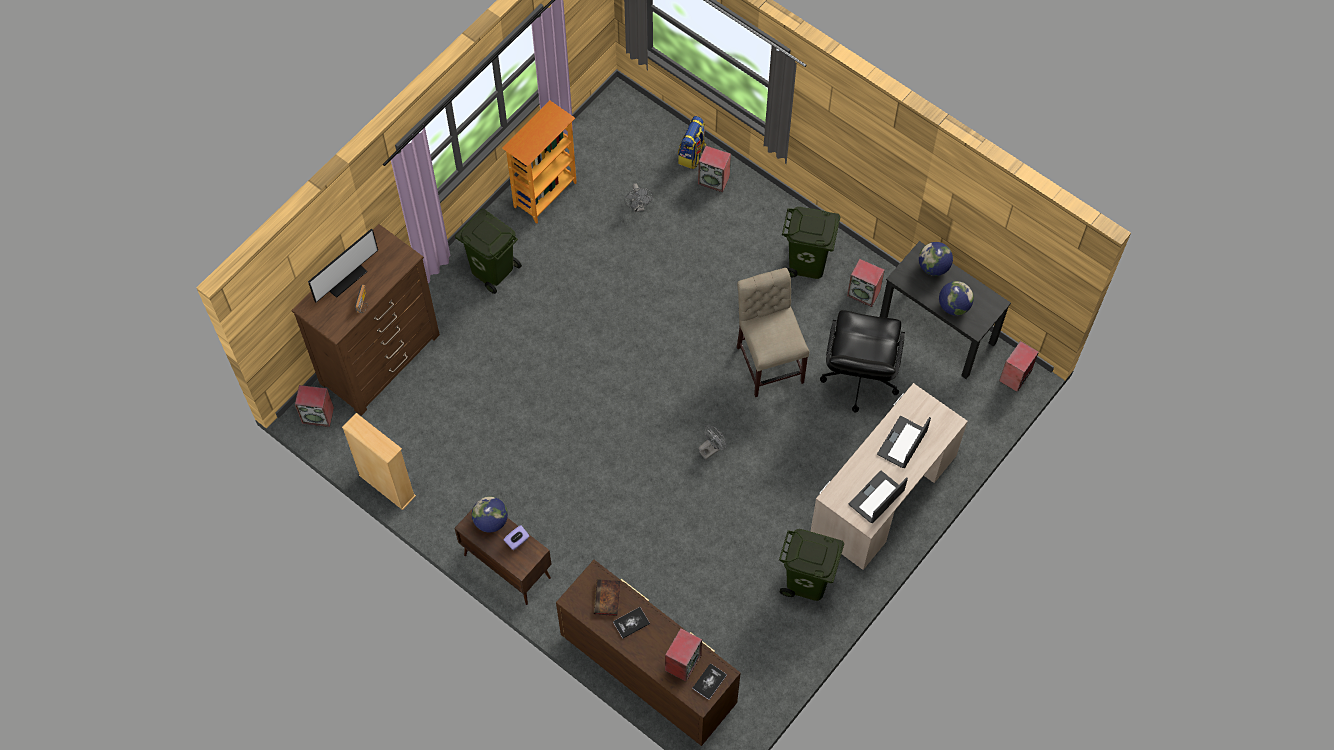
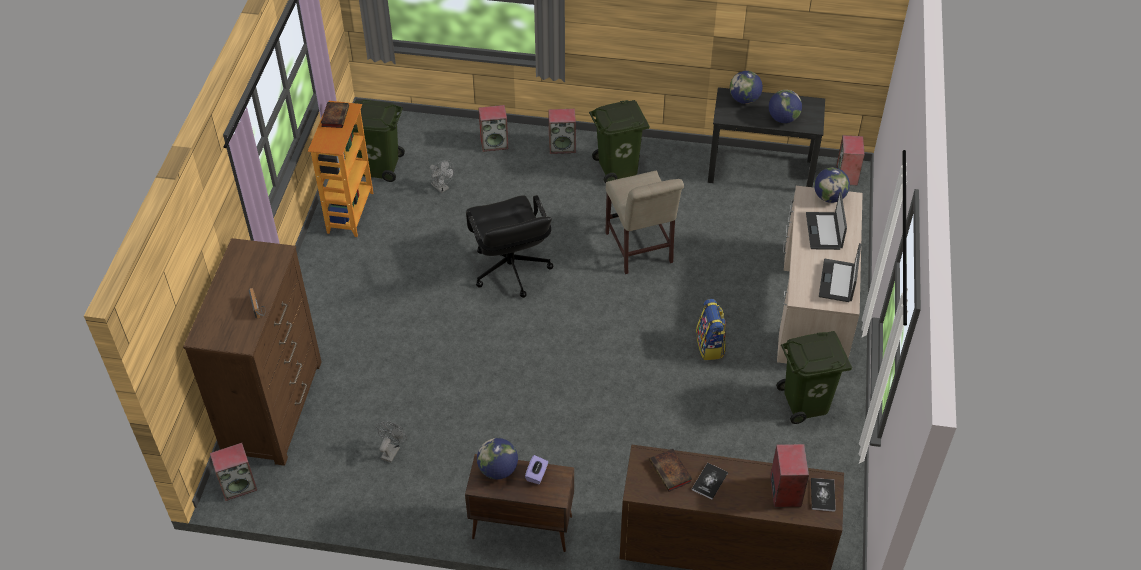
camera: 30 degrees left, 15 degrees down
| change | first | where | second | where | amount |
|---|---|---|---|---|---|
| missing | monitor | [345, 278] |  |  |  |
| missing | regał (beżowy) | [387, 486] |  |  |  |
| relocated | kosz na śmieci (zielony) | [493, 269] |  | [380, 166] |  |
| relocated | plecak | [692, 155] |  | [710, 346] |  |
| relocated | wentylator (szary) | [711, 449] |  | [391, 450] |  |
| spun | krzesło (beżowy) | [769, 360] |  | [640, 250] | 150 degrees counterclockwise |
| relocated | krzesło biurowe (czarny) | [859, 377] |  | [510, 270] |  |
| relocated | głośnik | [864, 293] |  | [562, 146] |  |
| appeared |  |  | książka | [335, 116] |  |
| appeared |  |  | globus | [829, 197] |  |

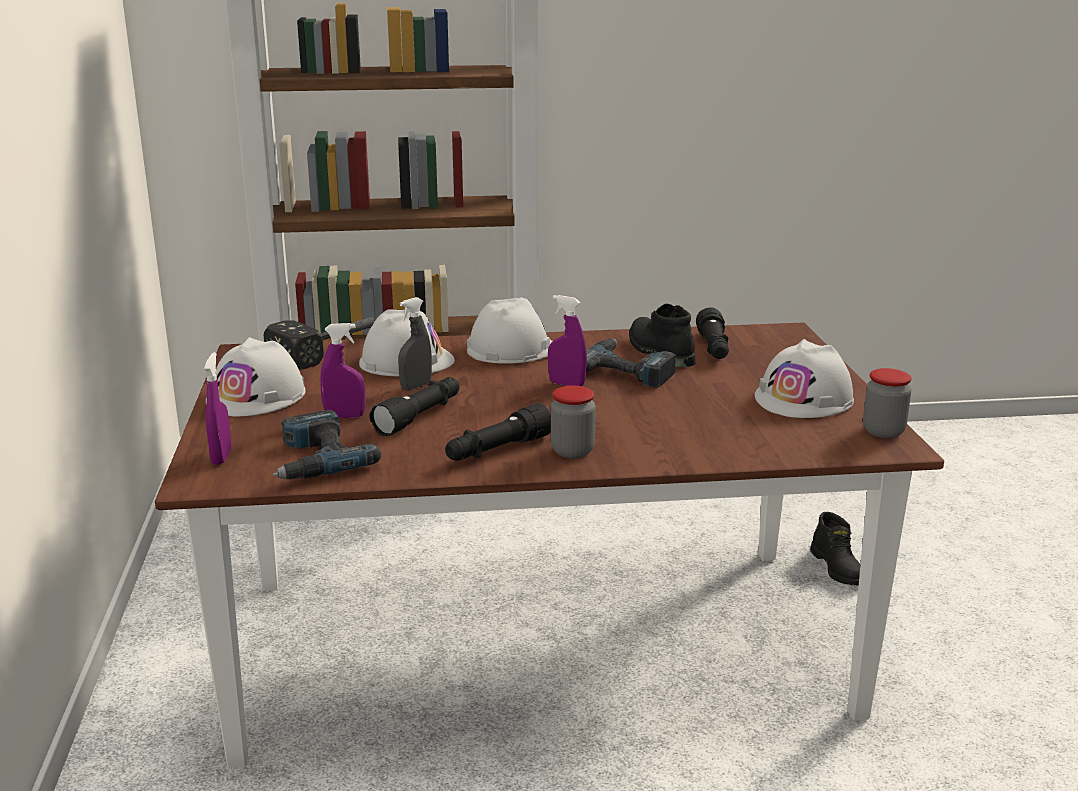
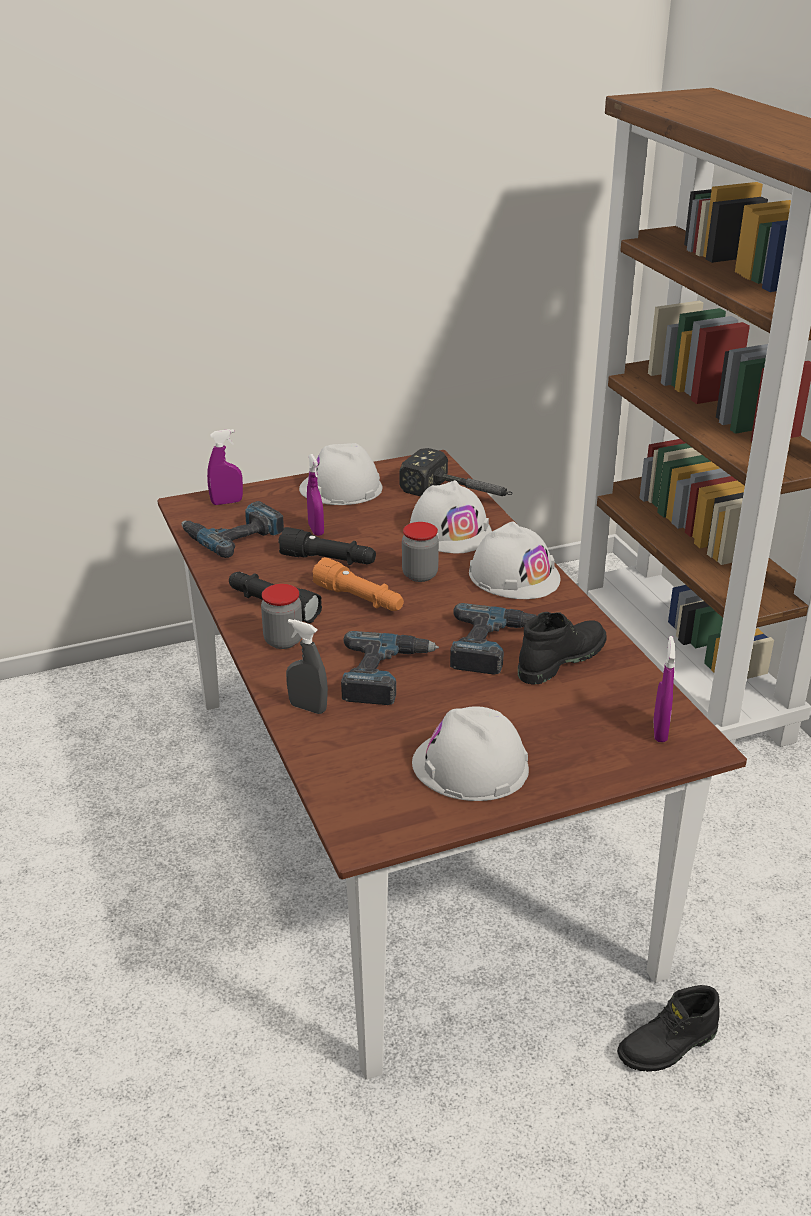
camera: 75 degrees right, 10 degrees up
| change | first | where | second | where | amount |
|---|---|---|---|---|---|
| relocated | spryskiwacz (szary) | [416, 386] |  | [308, 708] |  |
| relocated | spryskiwacz (fioletowy) | [566, 384] |  | [660, 731] |  |
| missing | latarka (czarny) | [713, 348] |  |  |  |
| relocated | słoik | [883, 431] |  | [420, 575] |  |
| appeared |  |  | latarka (pomarańczowy) | [360, 599] |  |
| appeared |  |  | wiertarka | [385, 675] |  |

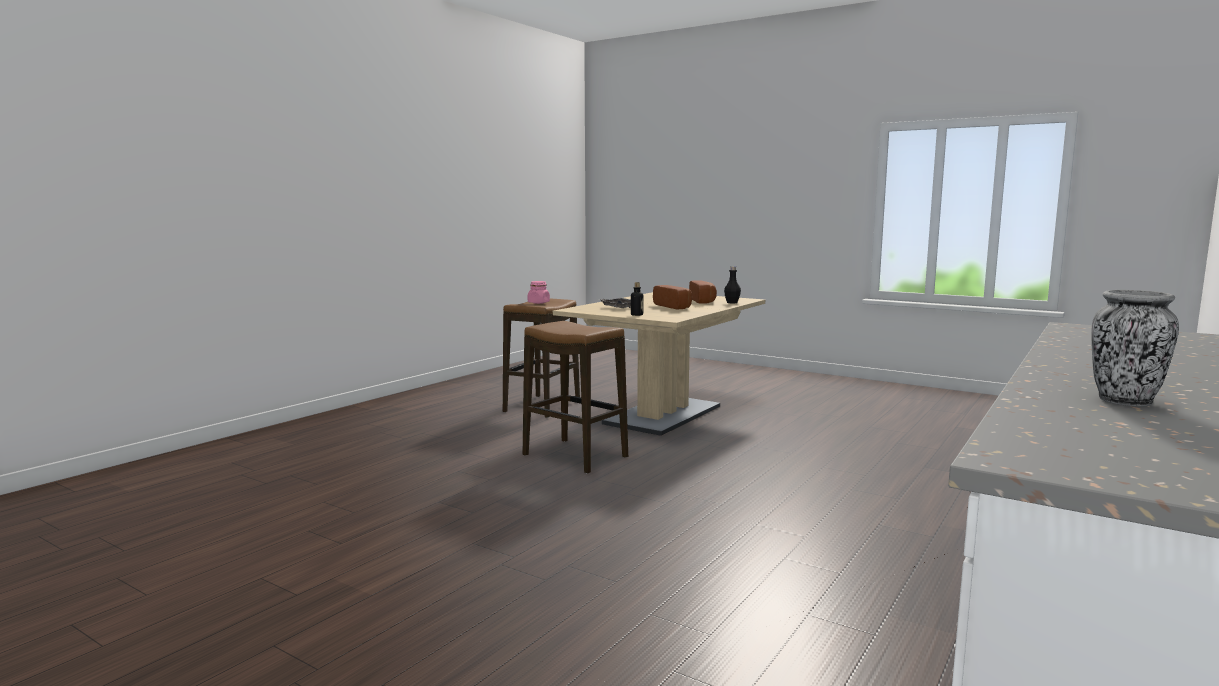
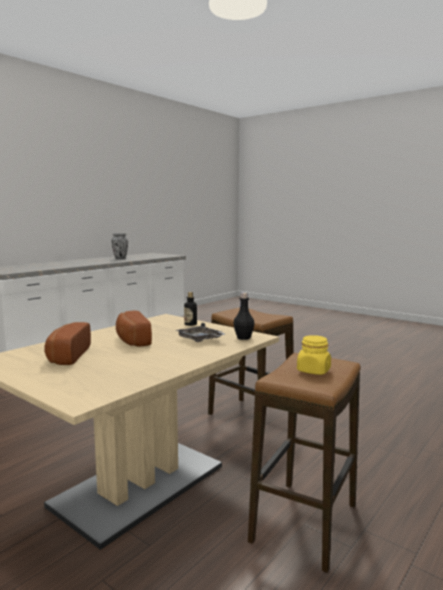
camera: 175 degrees left, 0 degrees up
| change | first | where | second | where | amount |
|---|---|---|---|---|---|
| colour | słoik (różowy) | [538, 302] | słoik (żółty) | [313, 371] |  |
| relocated | butelka (czarny) | [732, 302] |  | [243, 338] |  |

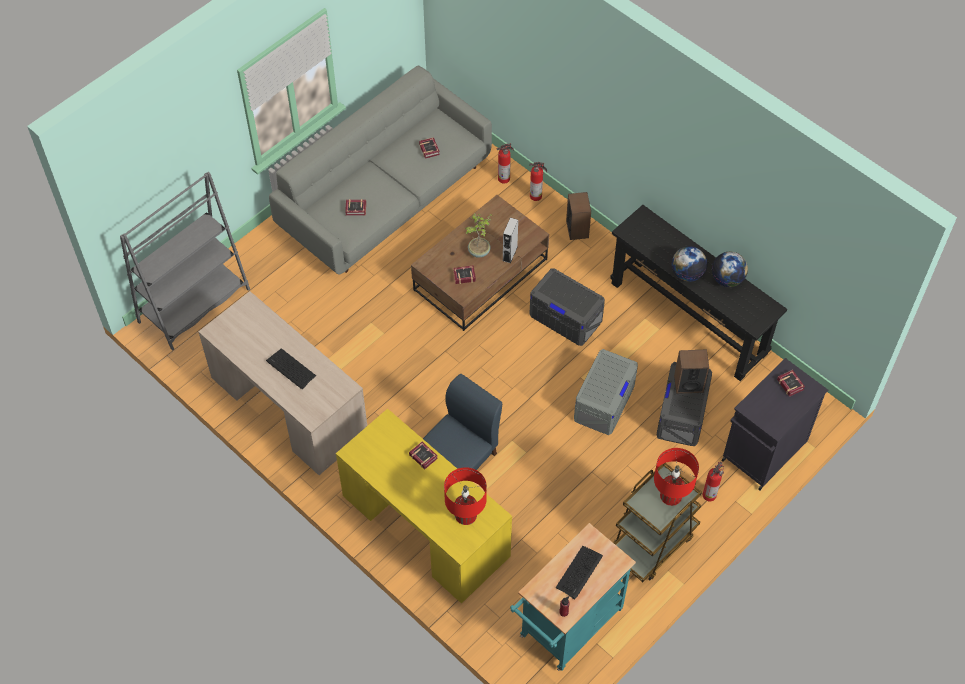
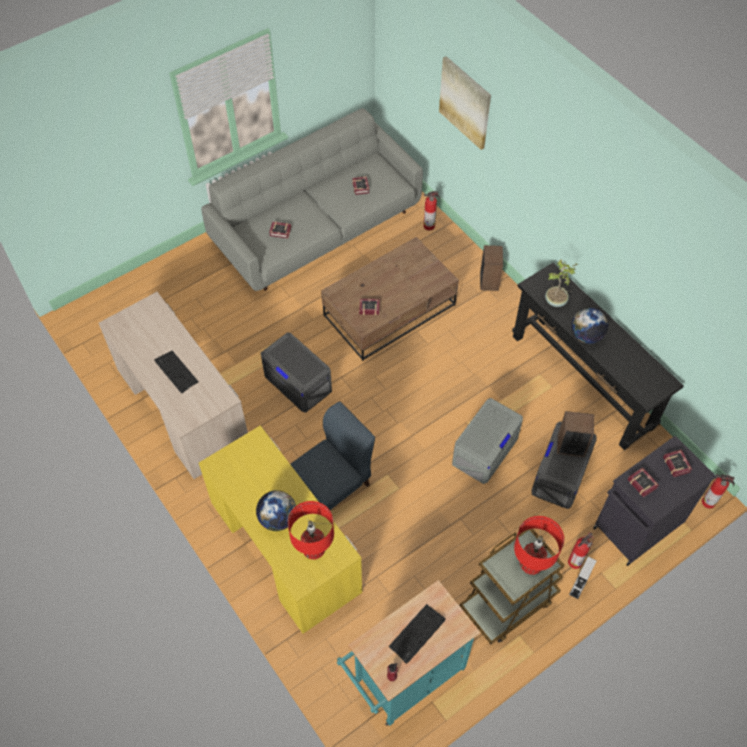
camera: 10 degrees right, 0 degrees up
| change | first | where | second | where | amount |
|---|---|---|---|---|---|
| missing | regał (szary) | [194, 305] |  |  |  |
| relocated | książka | [423, 455] |  | [642, 482] |  |
| relocated | roślina doniczkowa | [479, 252] |  | [556, 301] |  |
| relocated | głośnik (szary) | [510, 253] |  | [578, 586] |  |
| relocated | gaśnica | [536, 196] |  | [709, 502] |  |
| relocated | pojemnik do przechowywania (szary) | [565, 317] |  | [298, 382] |  |
| relocated | globus | [727, 279] |  | [278, 519] |  |
| appeared |  |  | obraz | [465, 102] |  |

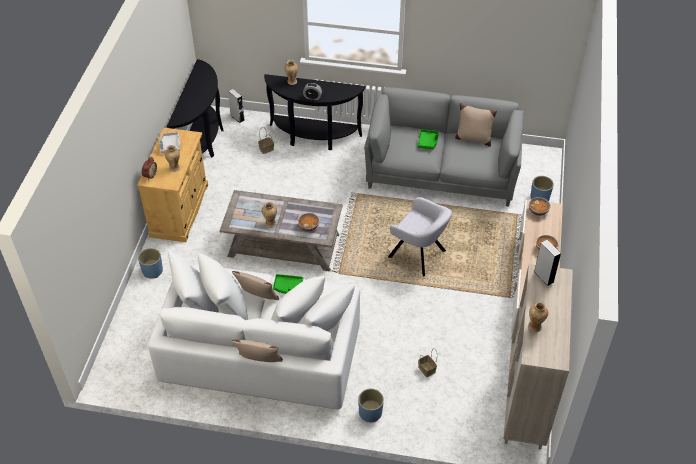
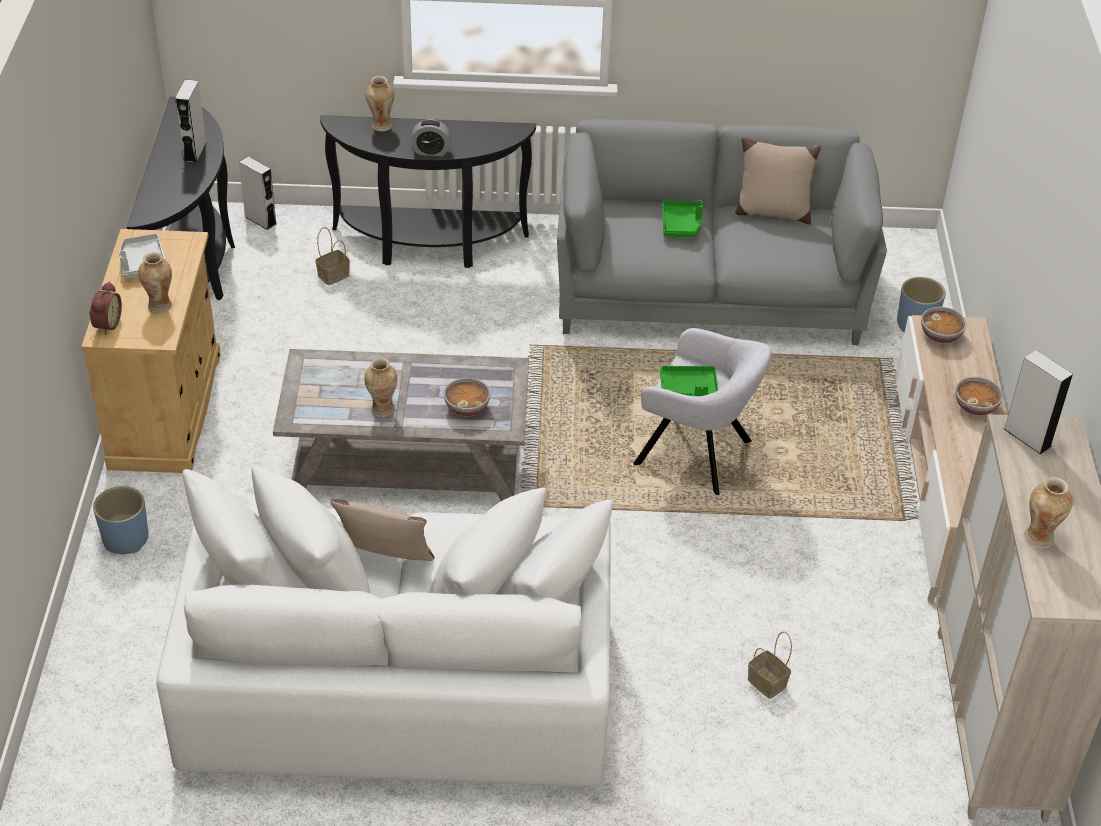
camera: 10 degrees left, 5 degrees down
| change | first | where | second | where | amount |
|---|---|---|---|---|---|
| missing | poduszka (beżowy) | [260, 363] |  |  |  |
| relocated | taca (zielony) | [288, 287] |  | [689, 389] |  |
| missing | donica (niebieski) | [370, 413] |  |  |  |
| appeared |  |  | głośnik (szary) | [195, 151] |  |

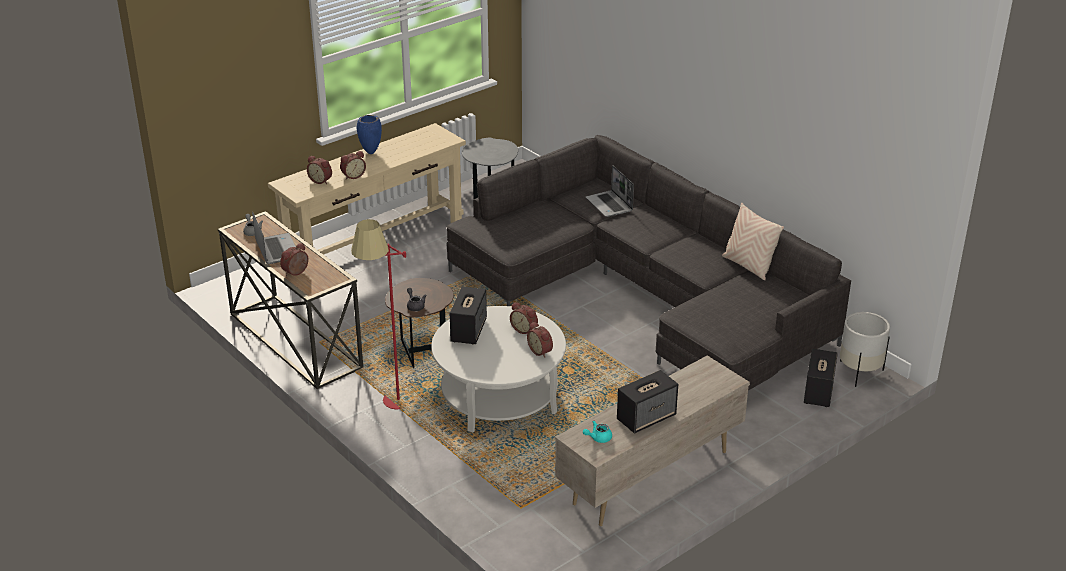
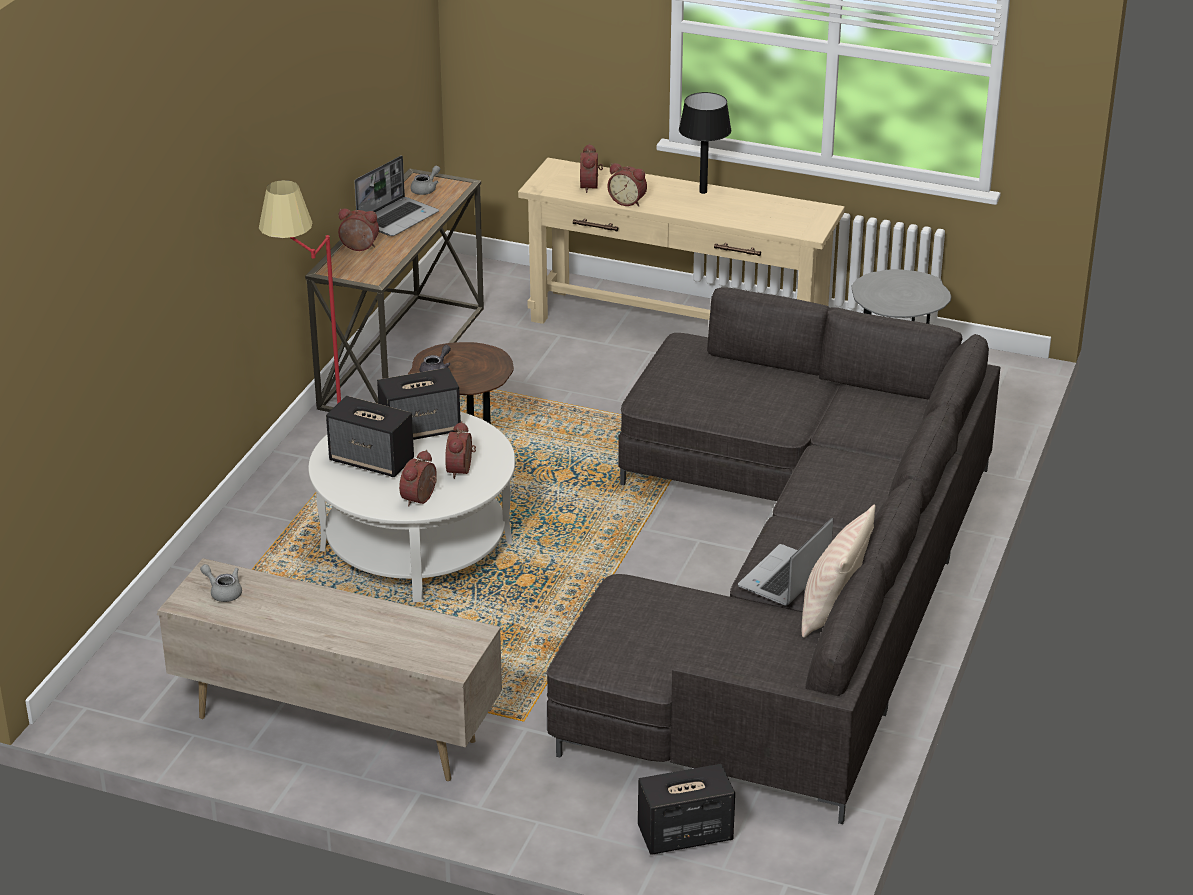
camera: 60 degrees right, 0 degrees up
| change | first | where | second | where | amount |
|---|---|---|---|---|---|
| exchanged | wazon (niebieski) | [370, 152] | lampa stołowa (czarny) | [703, 191] |  |
| colour | imbryk (turkusowy) | [598, 438] | imbryk (szary) | [223, 592] |  |
| relocated | laptop | [610, 205] |  | [785, 578] |  |
| relocated | głośnik | [646, 417] |  | [372, 461] |  |
| missing | donica (biały) | [859, 372] |  |  |  |

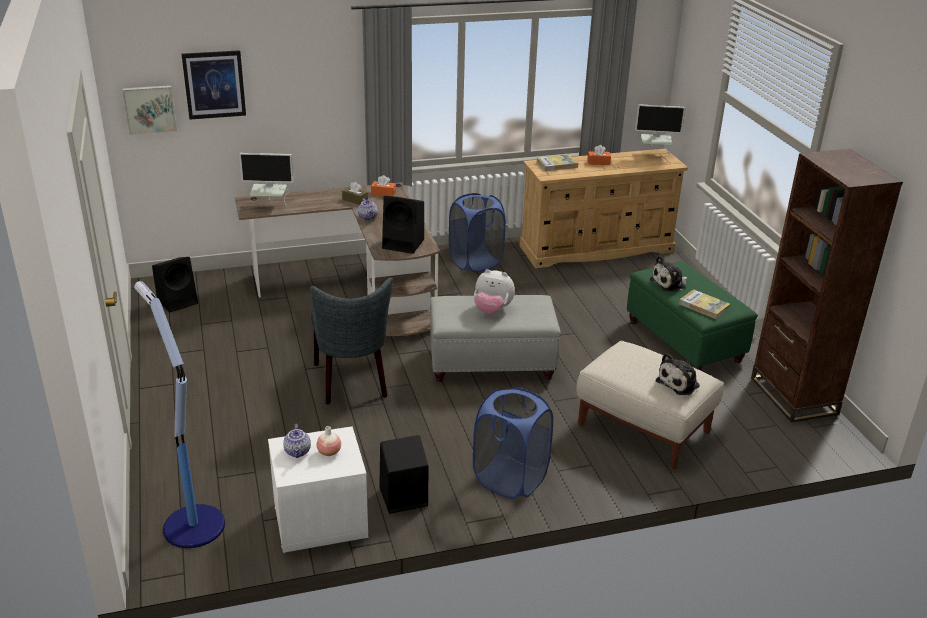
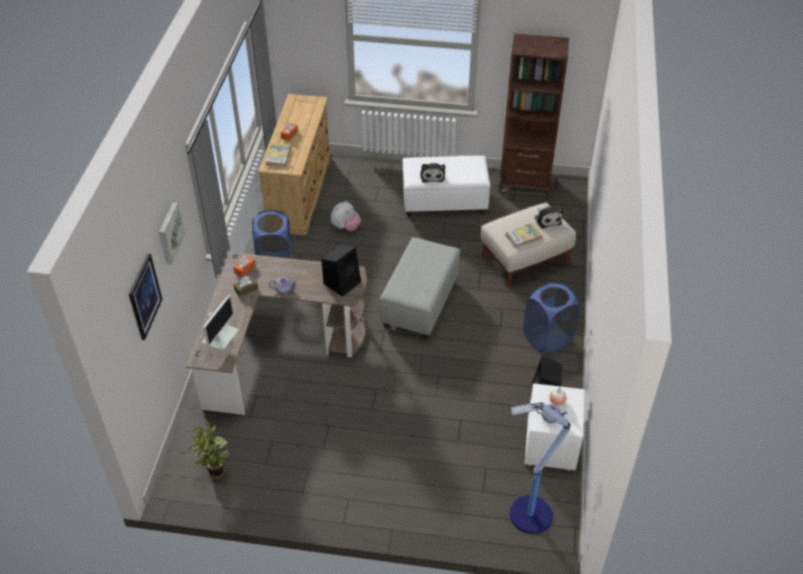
camera: 65 degrees left, 15 degrees up
| change | first | where | second | where | amount |
|---|---|---|---|---|---|
| relocated | obraz | [150, 109] |  | [169, 233] |  |
| exchanged | głośnik (czarny) | [178, 301] | roślina doniczkowa | [216, 473] |  |
| missing | krzesło (szary) | [352, 383] |  |  |  |
| relocated | pluszak | [492, 310] |  | [345, 227] |  |
| colour | pufa (zielony) | [684, 342] | pufa (biały) | [445, 202] |  |
| missing | monitor | [654, 154] |  |  |  |
| relocated | książka | [704, 306] |  | [523, 236] |  |

